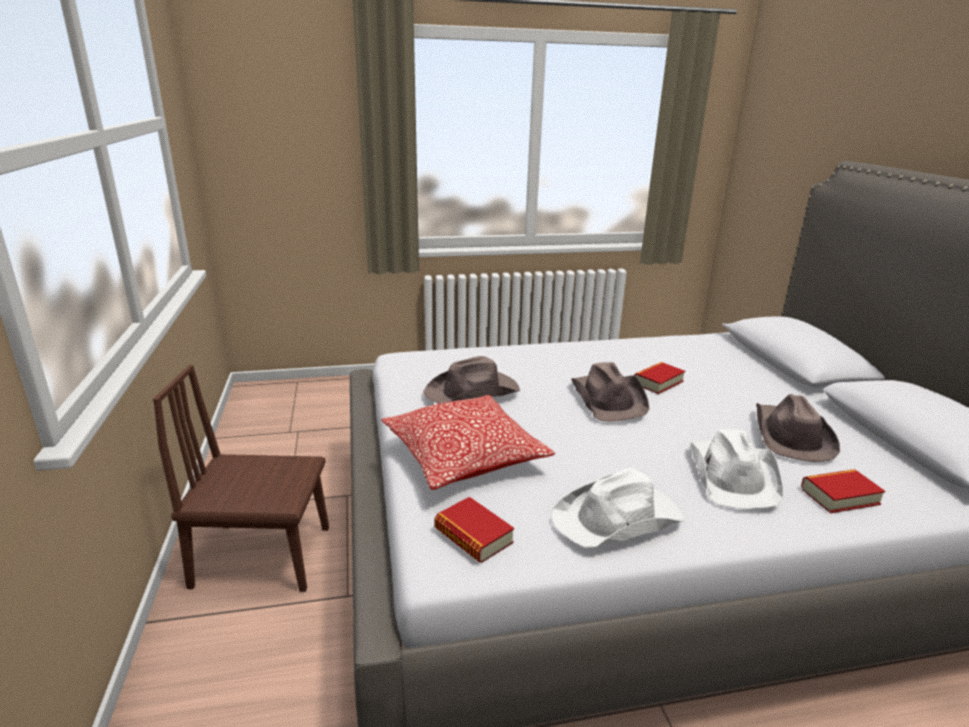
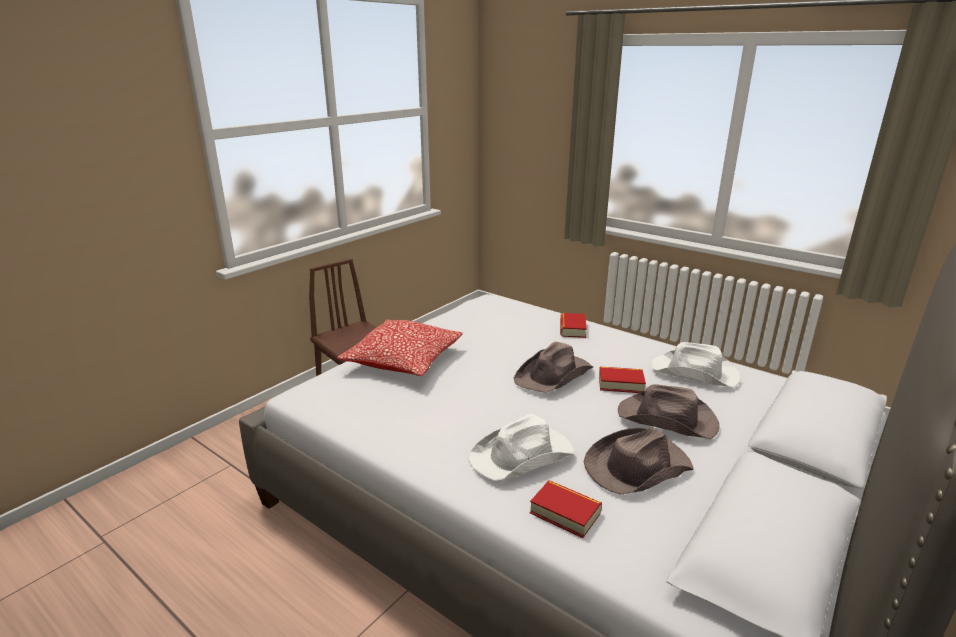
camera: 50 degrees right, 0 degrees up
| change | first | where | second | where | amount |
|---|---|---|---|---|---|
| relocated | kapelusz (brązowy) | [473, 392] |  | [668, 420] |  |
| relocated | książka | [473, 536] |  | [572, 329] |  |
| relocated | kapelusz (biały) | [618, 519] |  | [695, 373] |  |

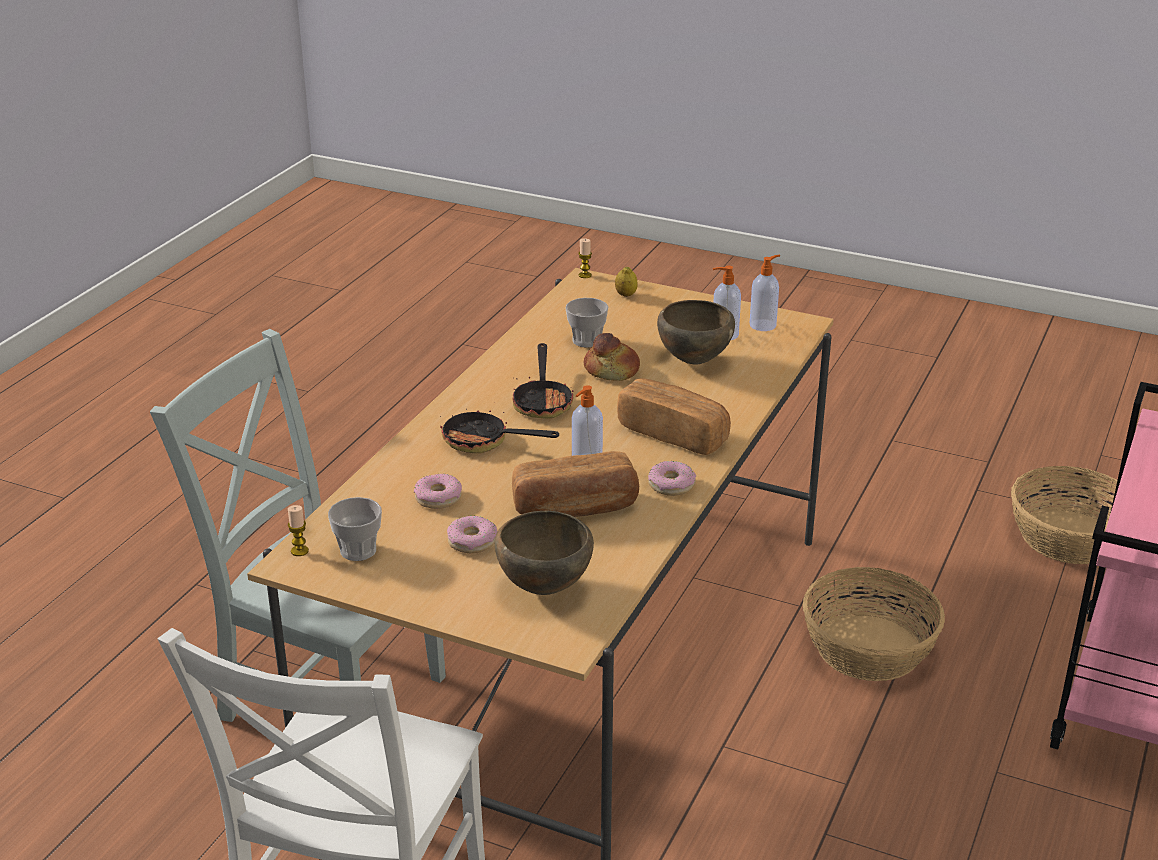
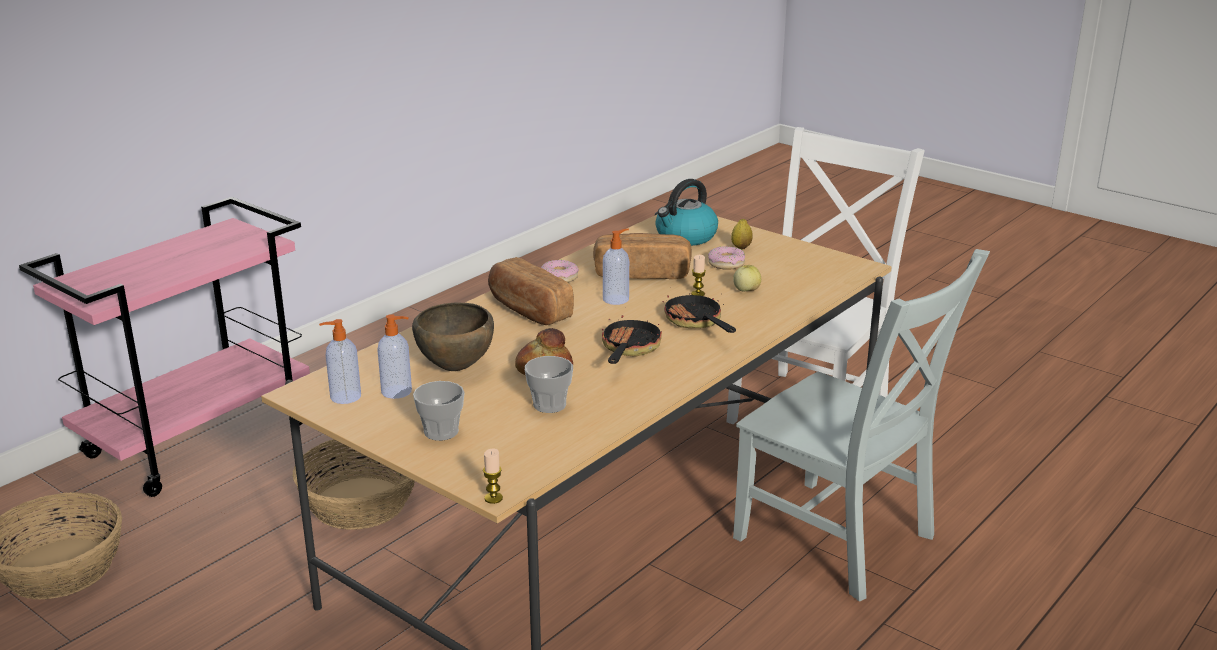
camera: 165 degrees left, 5 degrees down
| change | first | where | second | where | amount |
|---|---|---|---|---|---|
| relocated | świeca | [299, 551] |  | [698, 294] |  |
| relocated | filiżanka | [358, 550] |  | [441, 431] |  |
| exchanged | donut | [438, 498] | jabłko | [746, 290] |  |
| spun | patelnia | [484, 442] |  | [696, 323] | 150 degrees counterclockwise |
| exchanged | miska (brązowy) | [543, 589] | czajnik | [685, 237] |  |
| relocated | cytryna | [626, 295] |  | [741, 247] |  |

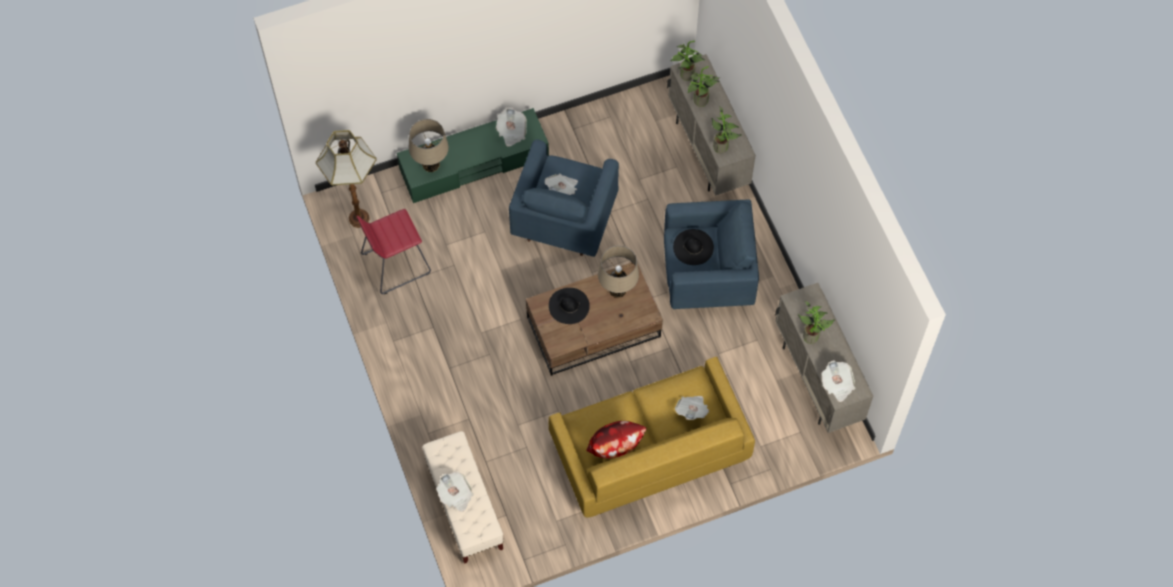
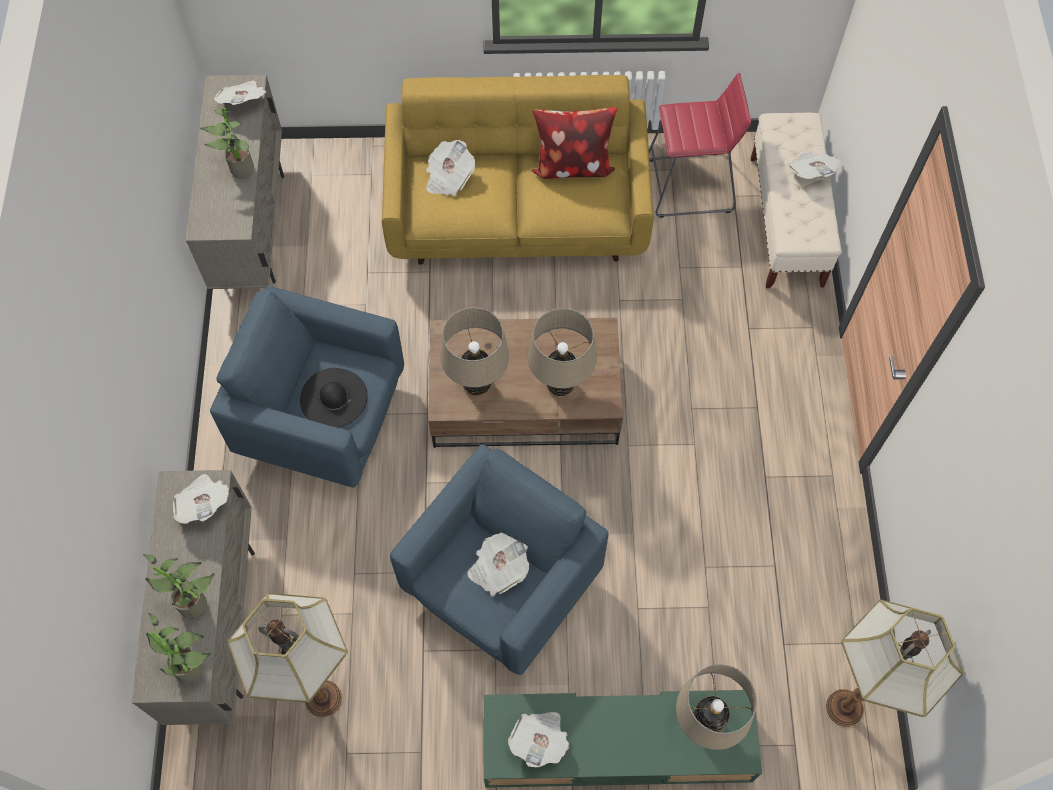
camera: 160 degrees left, 0 degrees up
| change | first | where | second | where | amount |
|---|---|---|---|---|---|
| relocated | stołek (czerwony) | [396, 264] |  | [689, 185] |  |
| exchanged | kapelusz (czarny) | [569, 306] | lampa stołowa (beżowy) | [560, 384] |  |
| exchanged | roślina doniczkowa | [722, 147] | gazeta | [204, 504] |  |
| appeared |  |  | lampa stojąca | [323, 700] |  |

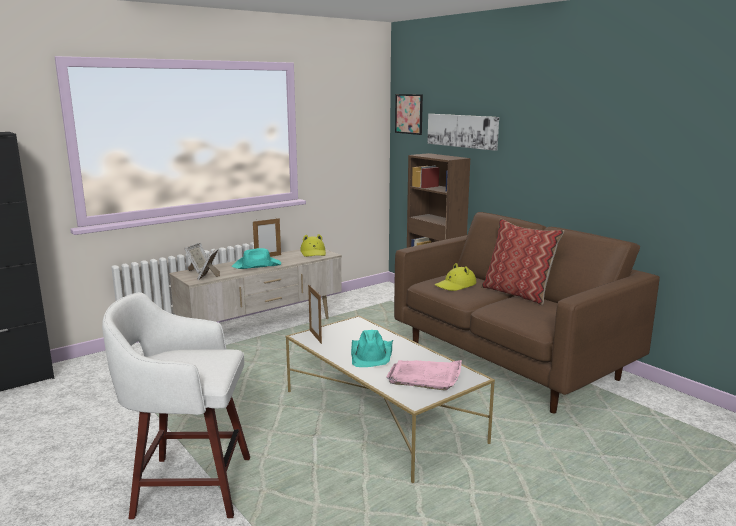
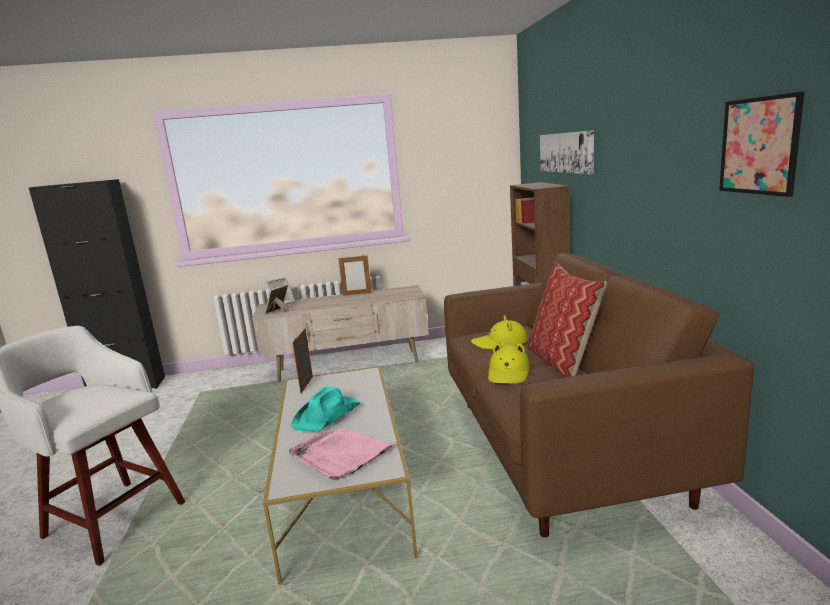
camera: 30 degrees right, 0 degrees up
| change | first | where | second | where | amount |
|---|---|---|---|---|---|
| missing | kapelusz (turkusowy) | [257, 266] |  |  |  |
| relocated | kapelusz (żółty) | [313, 253] |  | [508, 373] |  |
| relocated | obraz | [409, 114] |  | [759, 146] |  |

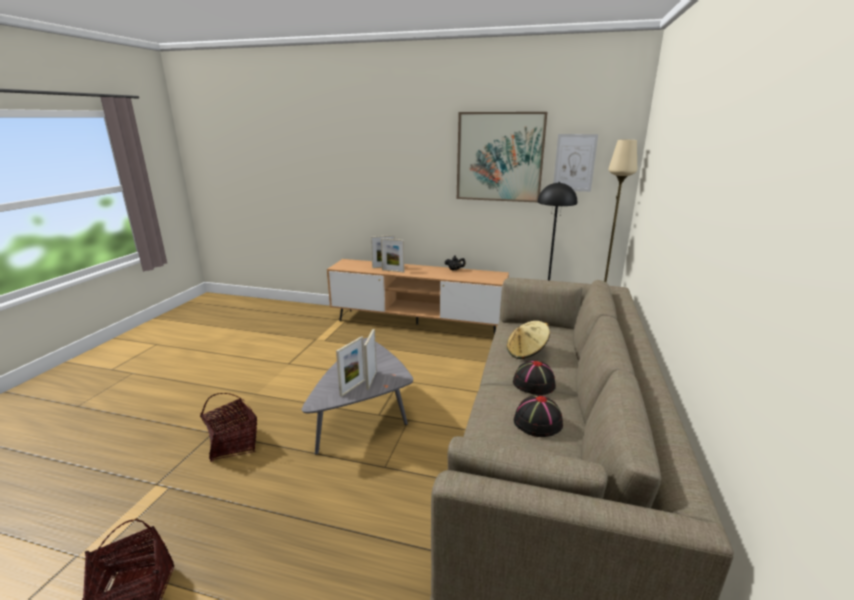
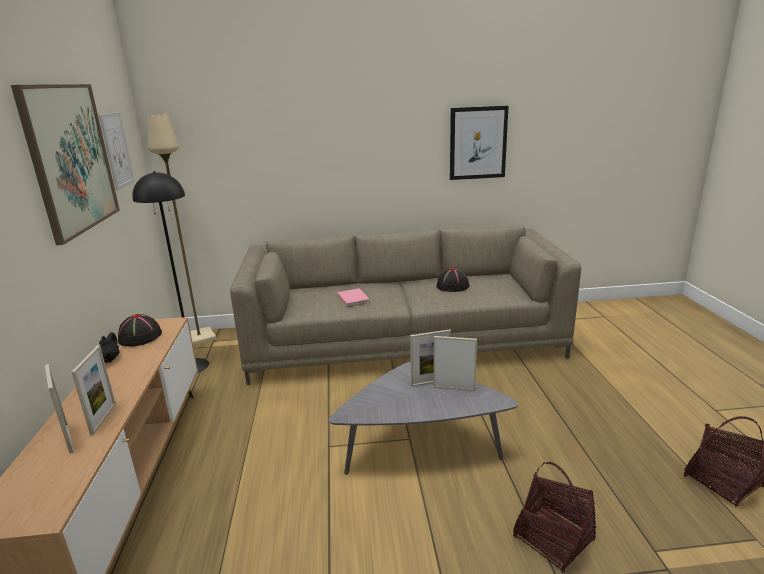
camera: 110 degrees left, 0 degrees up
| change | first | where | second | where | amount |
|---|---|---|---|---|---|
| exchanged | kapelusz (beżowy) | [527, 352] | książka (różowy) | [353, 298] |  |
| relocated | kapelusz (czarny) | [533, 384] |  | [140, 337] |  |
| appeared |  |  | obraz | [477, 143] |  |

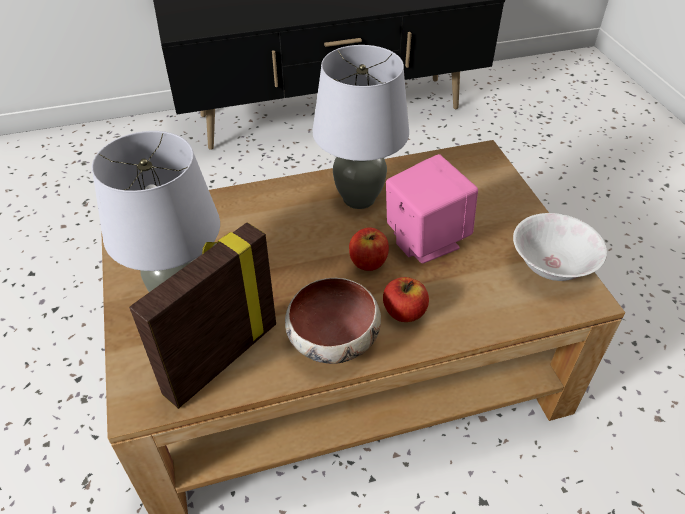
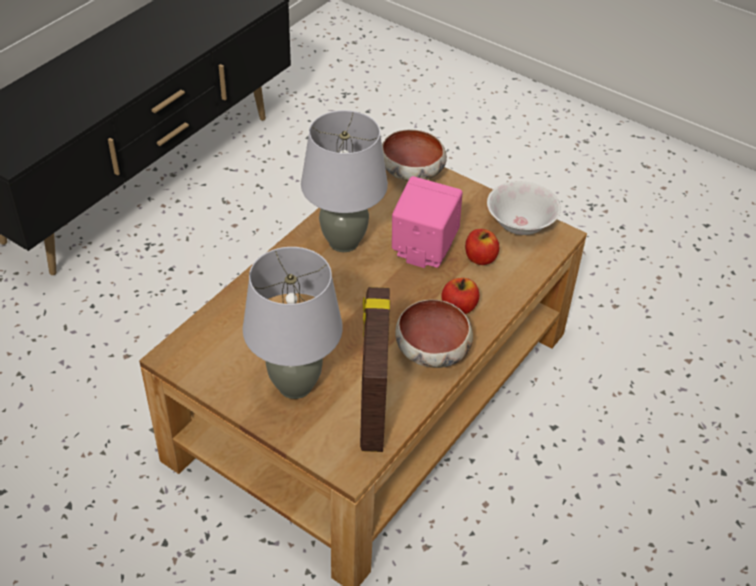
camera: 40 degrees left, 0 degrees up
| change | first | where | second | where | amount |
|---|---|---|---|---|---|
| relocated | jabłko | [368, 262] |  | [480, 258] |  |
| appeared |  |  | miska | [413, 173] |  |

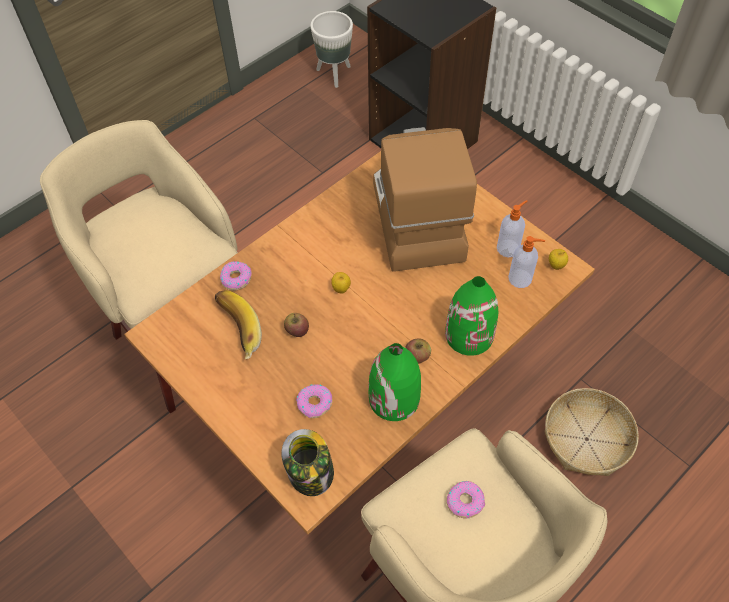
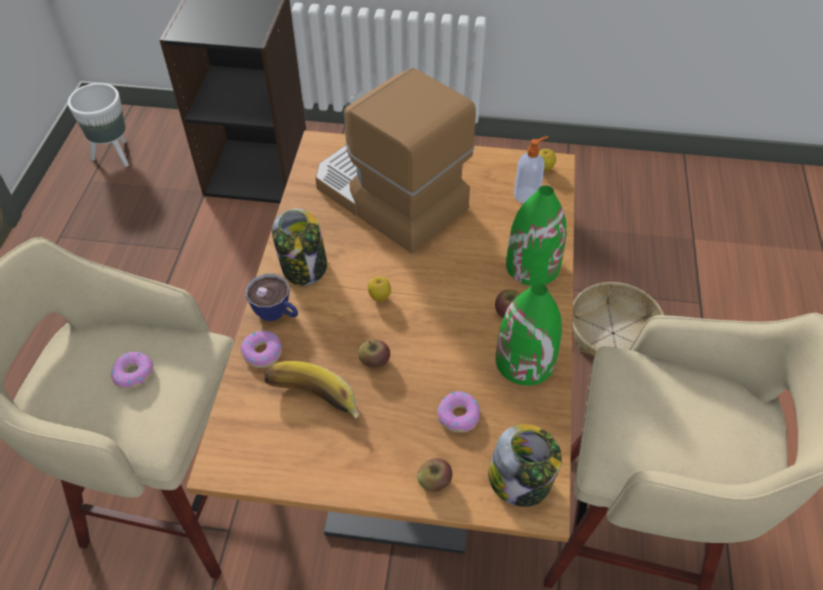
camera: 40 degrees left, 5 degrees down
| change | first | where | second | where | amount |
|---|---|---|---|---|---|
| relocated | donut | [465, 501] |  | [133, 374] |  |
| missing | dozownik mydła | [508, 248] |  |  |  |
| appeared |  |  | filiżanka | [277, 313] |  |
| appeared |  |  | słoik | [304, 267] |  |
| appeared |  |  | jabłko | [434, 482] |  |

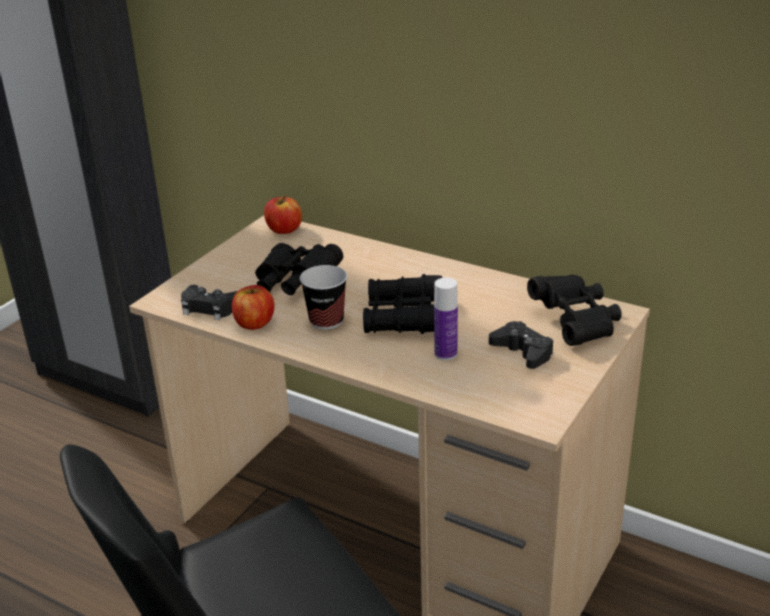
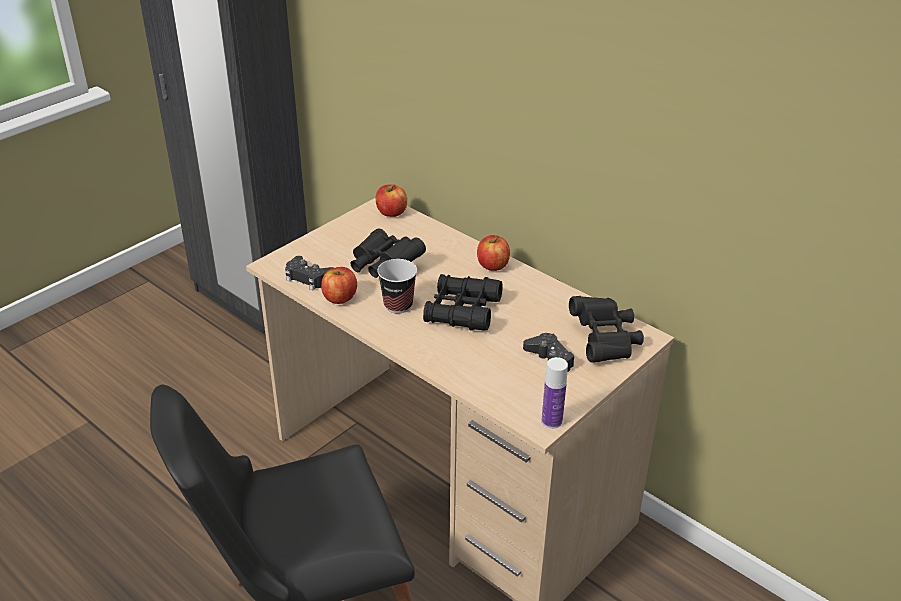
camera: 10 degrees right, 5 degrees up
| change | first | where | second | where | amount |
|---|---|---|---|---|---|
| relocated | butelka | [445, 354] |  | [551, 421] |  |
| appeared |  |  | jabłko | [492, 265] |  |

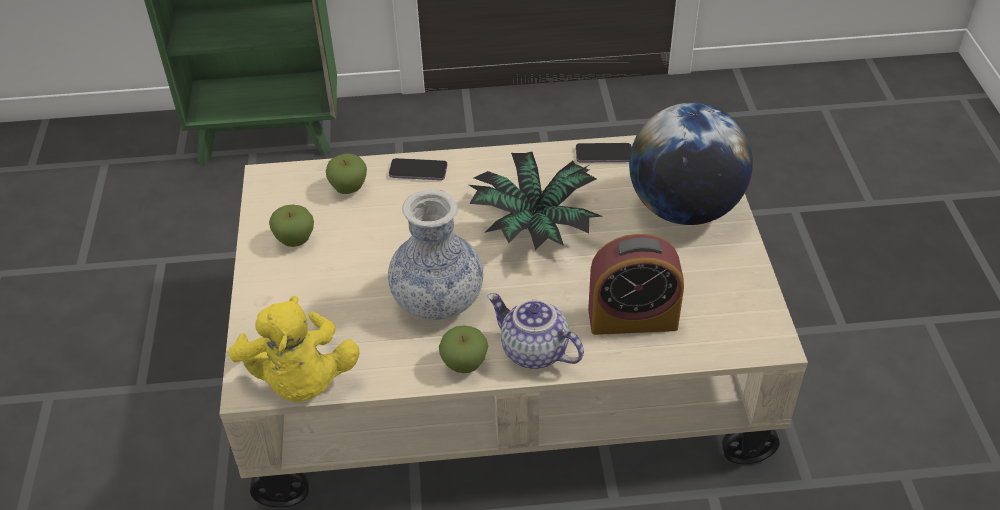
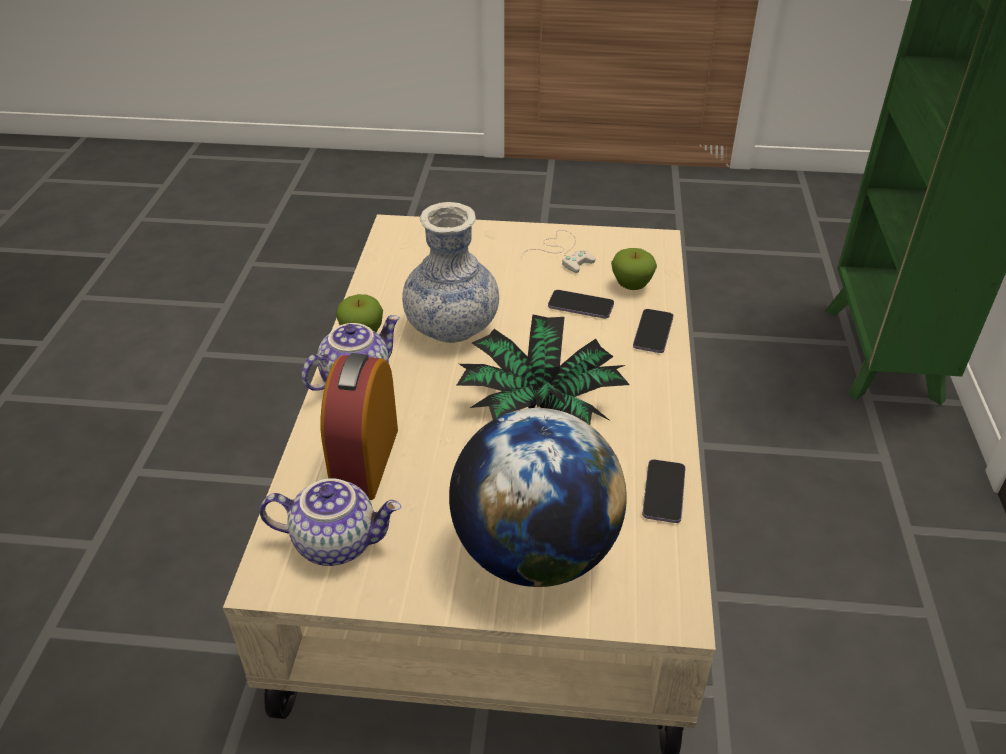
camera: 100 degrees right, 5 degrees down
| change | first | where | second | where | amount |
|---|---|---|---|---|---|
| missing | pluszak (żółty) | [300, 381] |  |  |  |
| exchanged | jabłko | [295, 240] | pad do gier (biały) | [562, 252] |  |
| appeared |  |  | imbryk | [337, 541] |  |
| appeared |  |  | telefon | [580, 306] |  |

